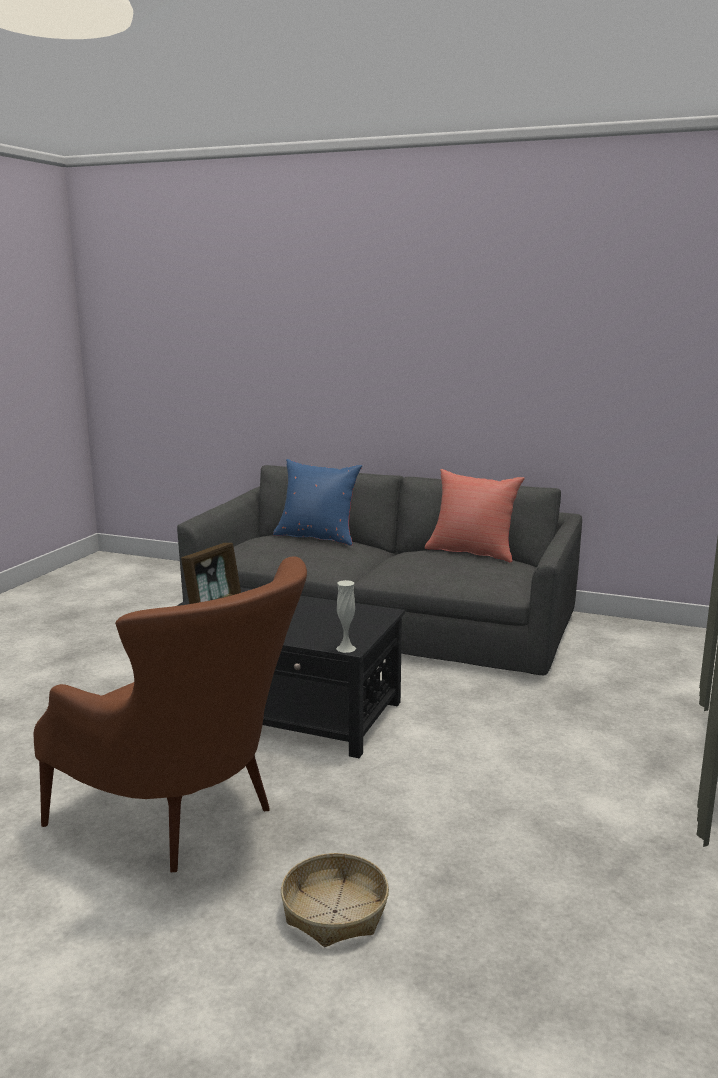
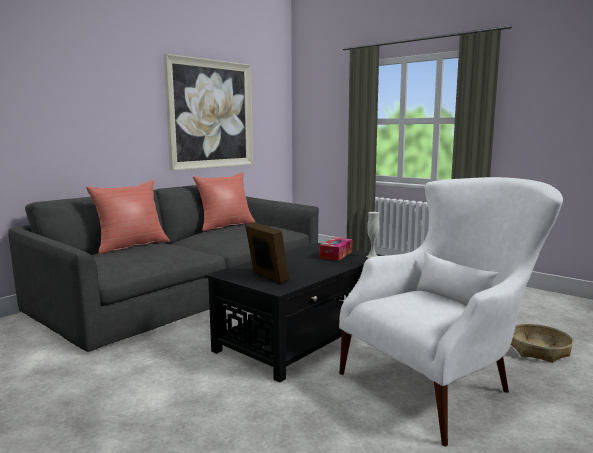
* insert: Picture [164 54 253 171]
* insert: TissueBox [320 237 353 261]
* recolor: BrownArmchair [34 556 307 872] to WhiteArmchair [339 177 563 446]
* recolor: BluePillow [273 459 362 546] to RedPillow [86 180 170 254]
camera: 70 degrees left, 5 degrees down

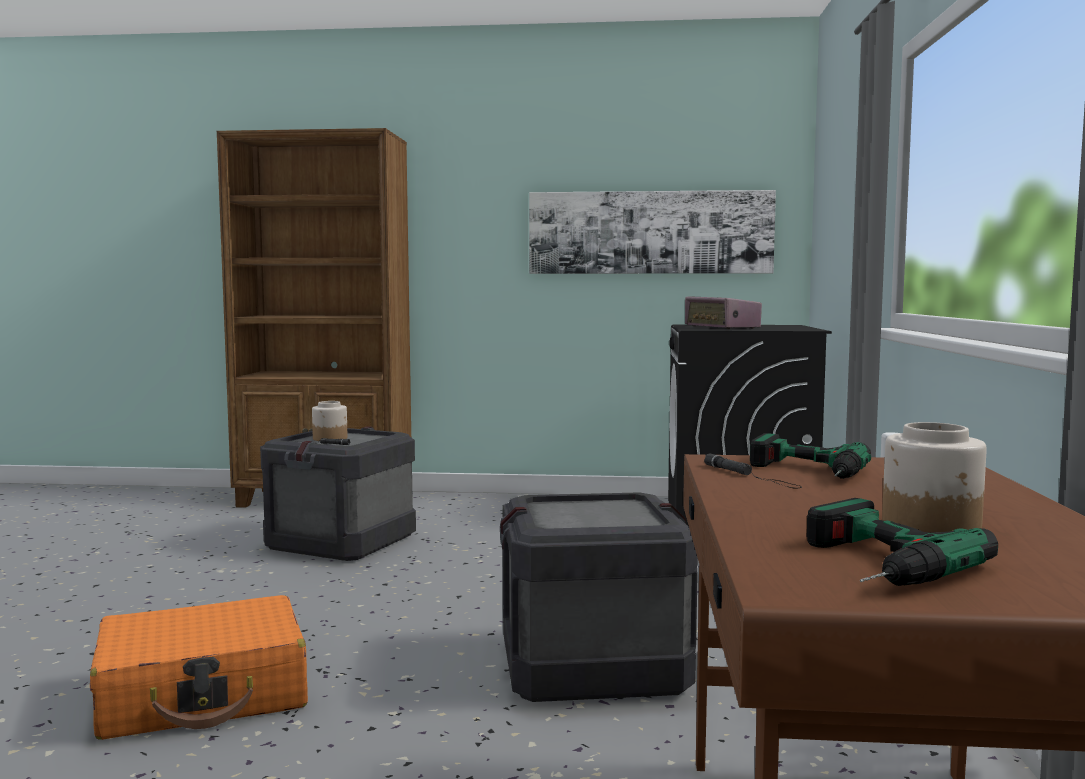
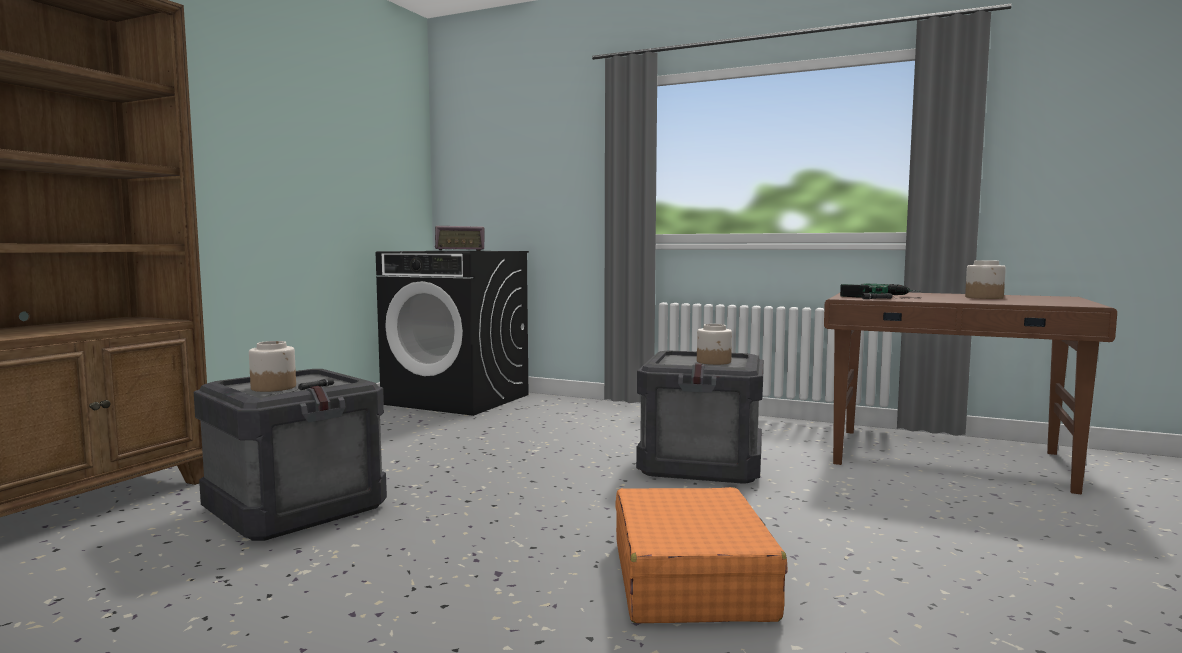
* delete: Picture [529 190 776 274]
* delete: PowerDrill [806 498 998 586]
* insert: Jar [697 324 732 365]
camera: 70 degrees left, 0 degrees up

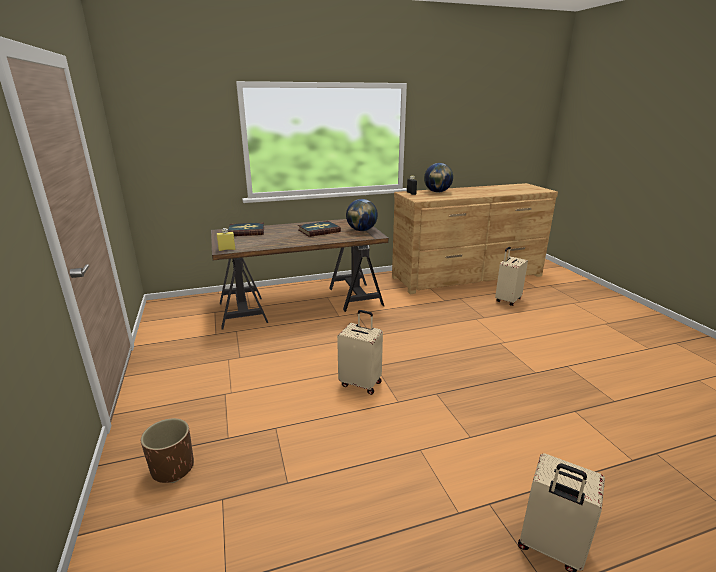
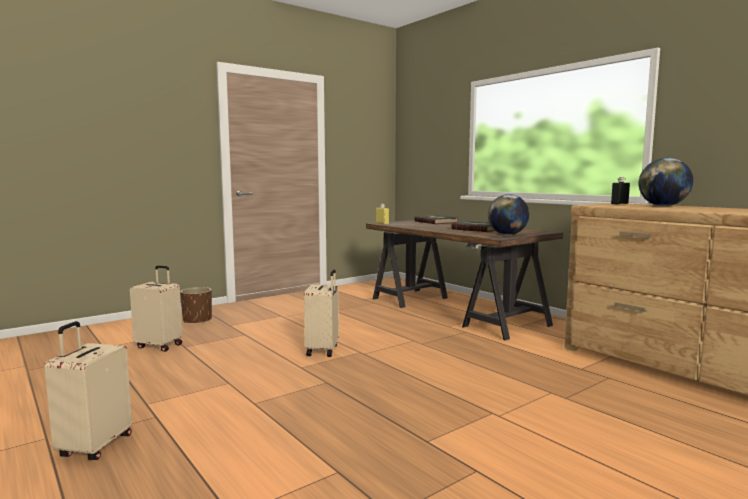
* move: BeigeSuitcase [495 247 528 306] to [130 265 182 352]
camera: 70 degrees right, 15 degrees down

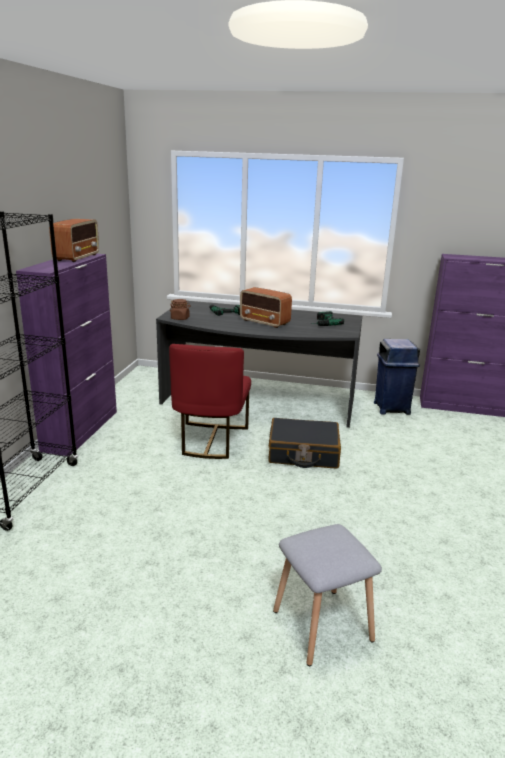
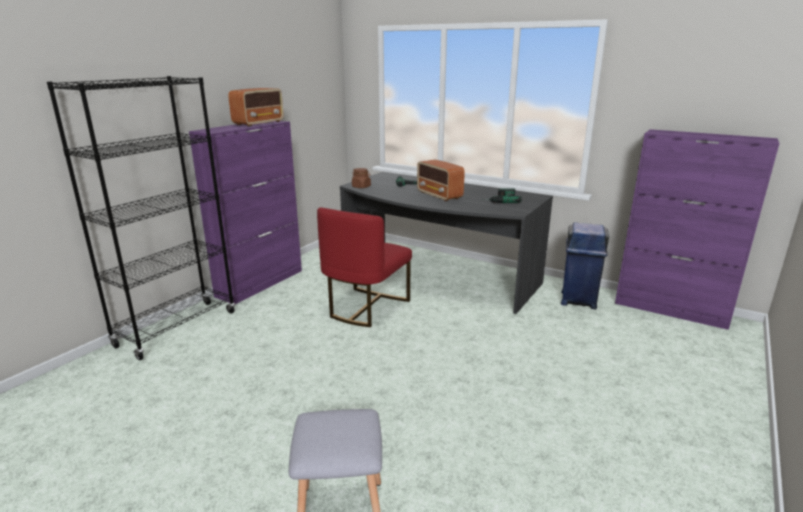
* delete: BlackSuitcase [268 418 341 468]
camera: 20 degrees right, 0 degrees up

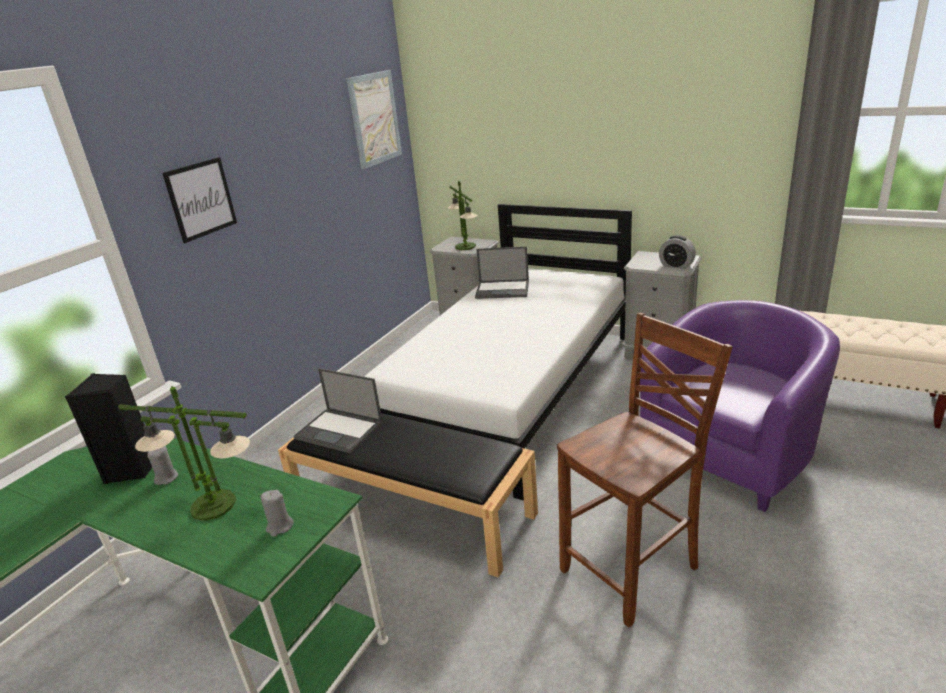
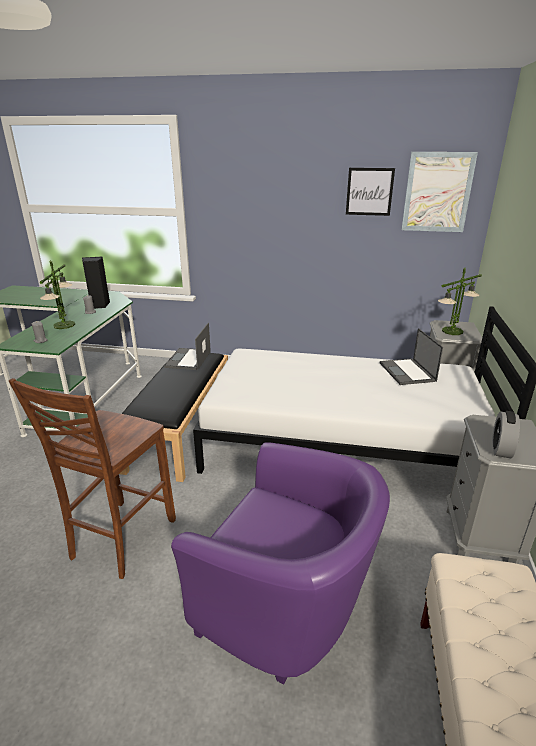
* move: Picture [163 157 237 243] to [346 168 395 216]
* rotate: BrownChair [557 313 733 628] = [9 378 176 579] 75 degrees clockwise
camera: 70 degrees right, 0 degrees up

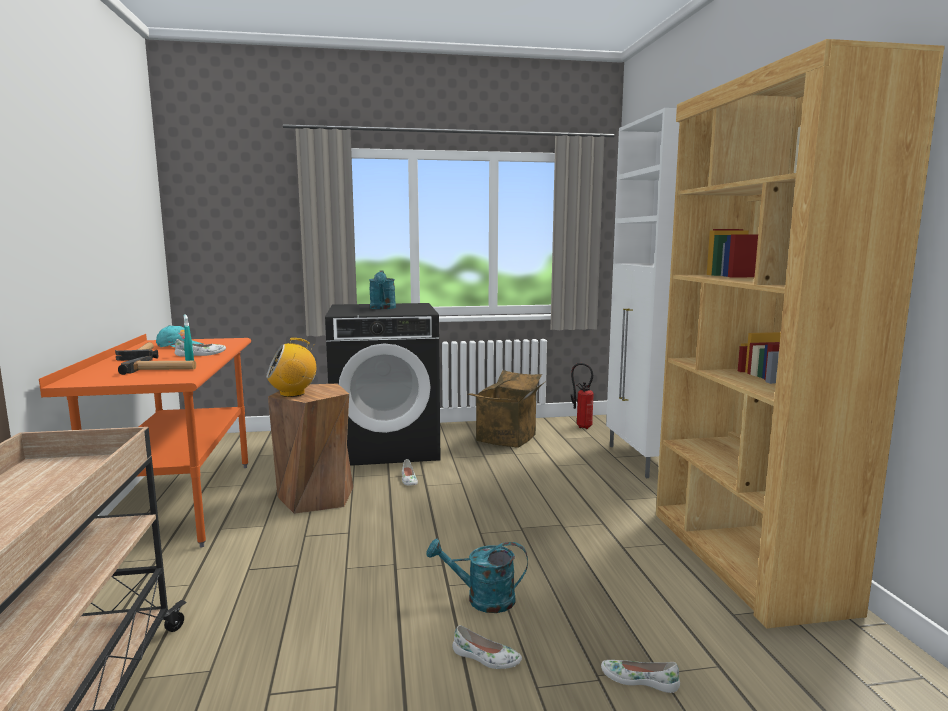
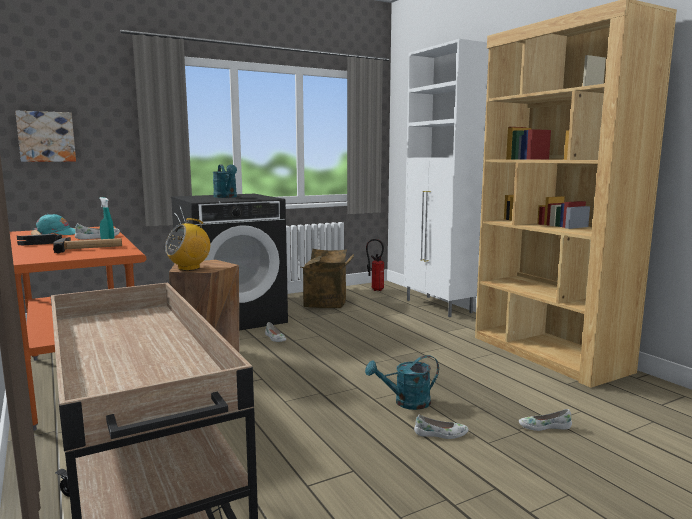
* insert: Picture [15 111 76 162]
camera: 20 degrees left, 0 degrees up

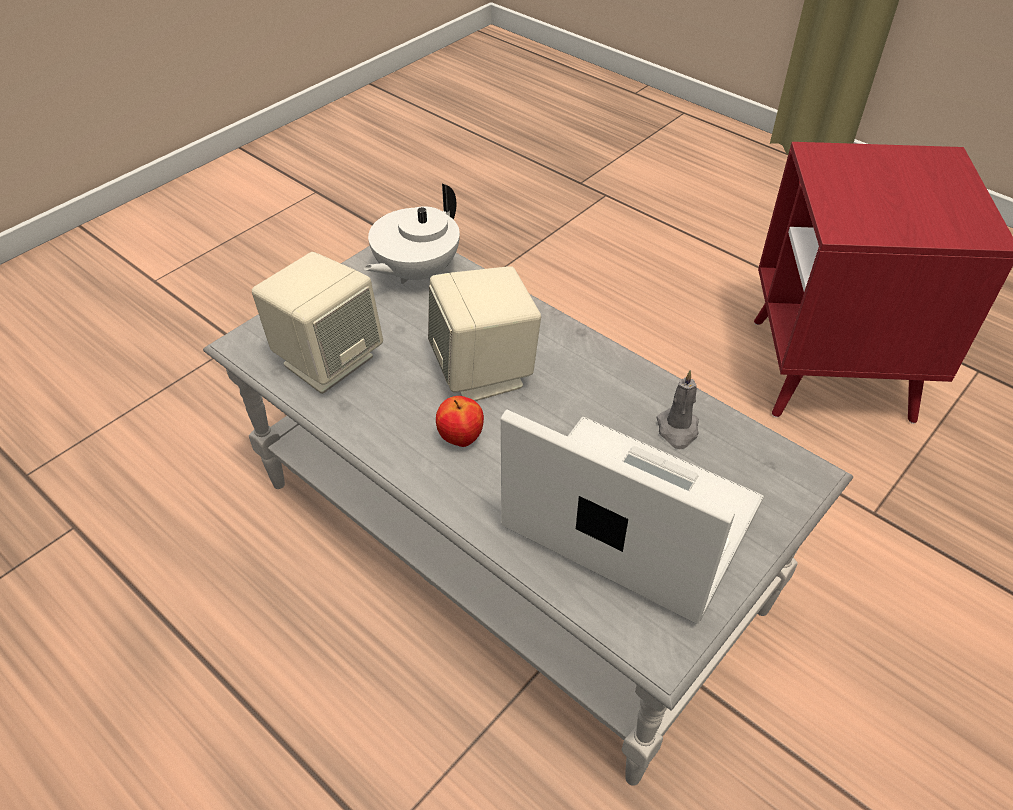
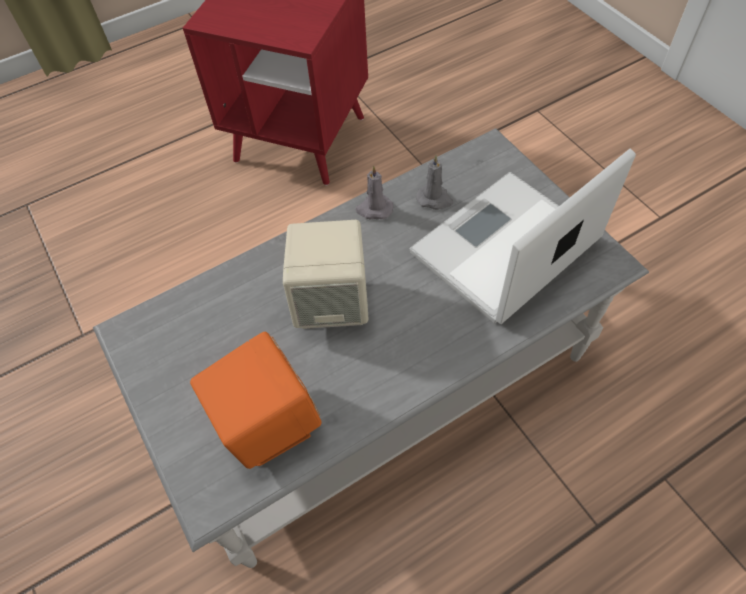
* delete: WhiteTeapot [364 184 460 284]
* delete: Apple [436 396 484 447]
* insert: GreyCandle [355 165 393 220]
* recolor: BeigeSpeaker [252 252 383 394] to OrangeSpeaker [190 332 322 469]
camera: 70 degrees left, 10 degrees up

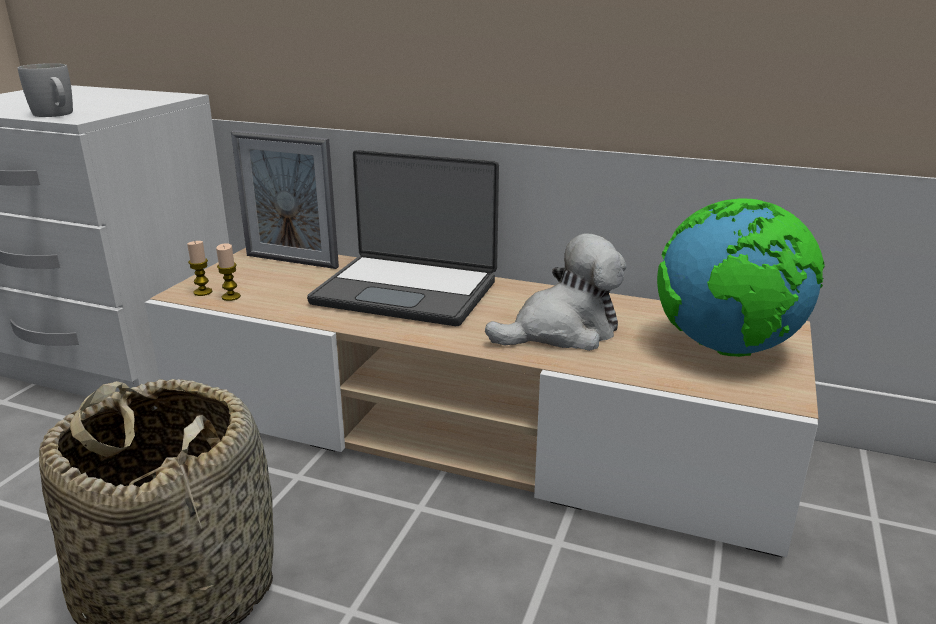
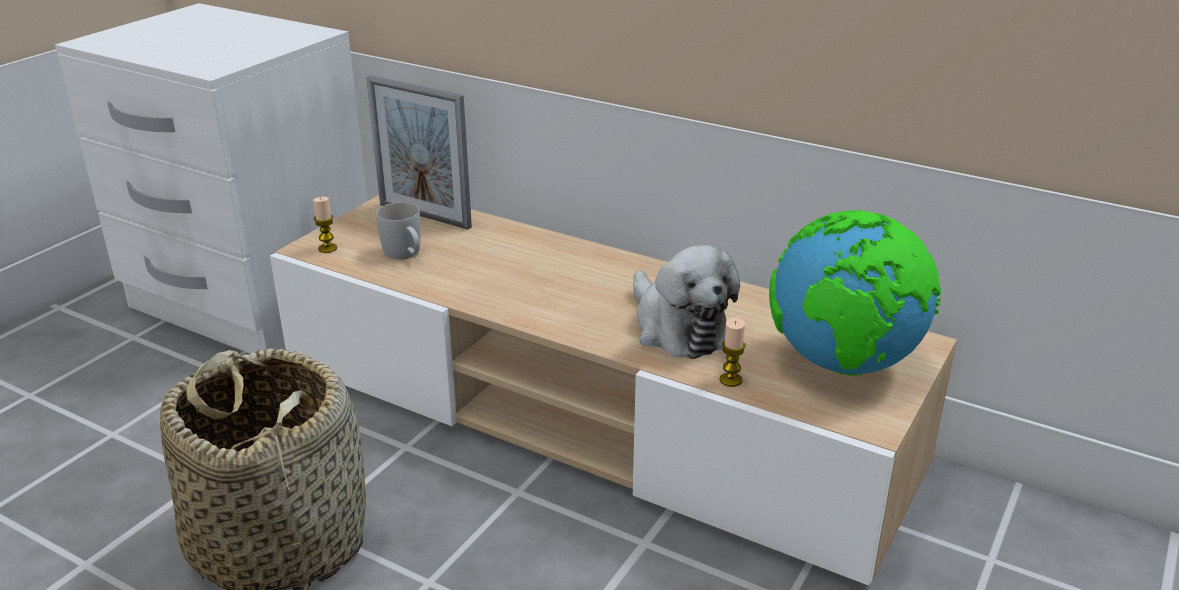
* delete: Laptop [307 150 499 326]
* move: WhiteMug [18 63 73 117] to [376 202 421 260]
* move: Candle [216 243 241 301] to [720 317 746 387]
* rotate: PlushToy [485 233 626 351] = [633 245 740 359] 75 degrees clockwise
camera: 10 degrees right, 5 degrees up

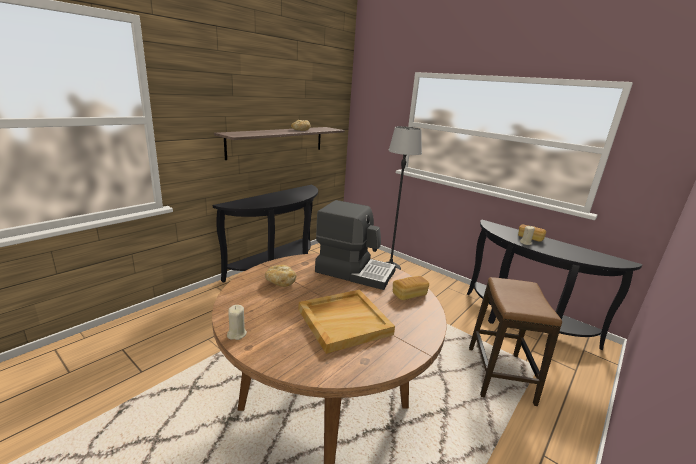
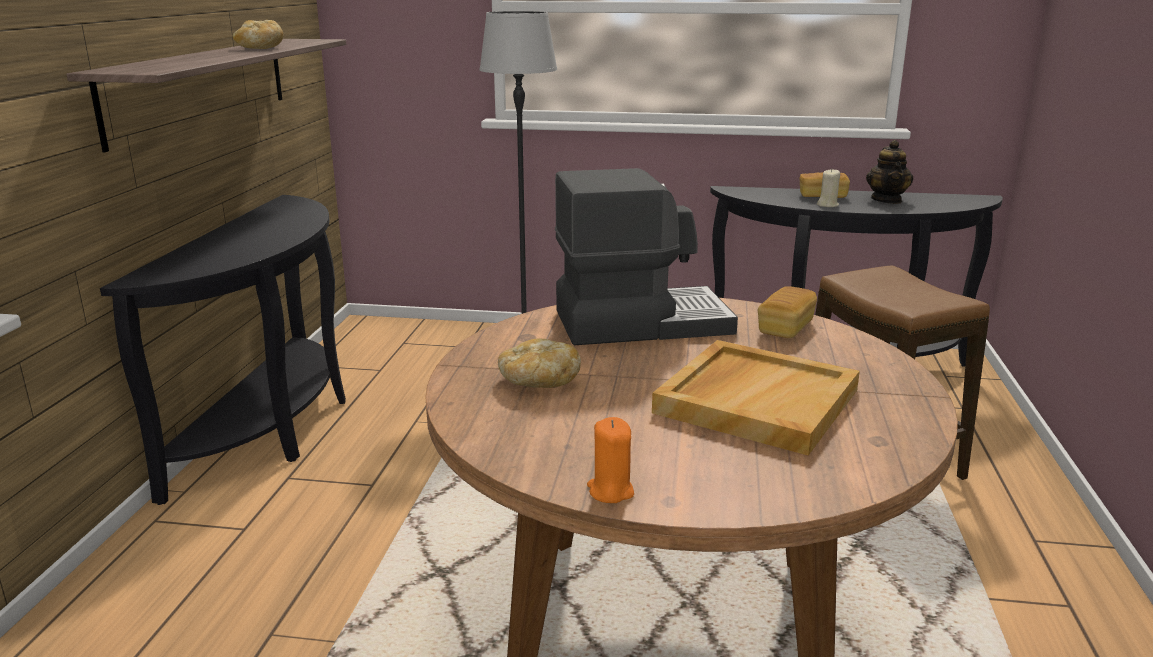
* insert: Teapot [866 140 913 204]
* recolor: BeigeCandle [227 305 247 340] to OrangeCandle [587 417 634 503]
camera: 30 degrees left, 0 degrees up

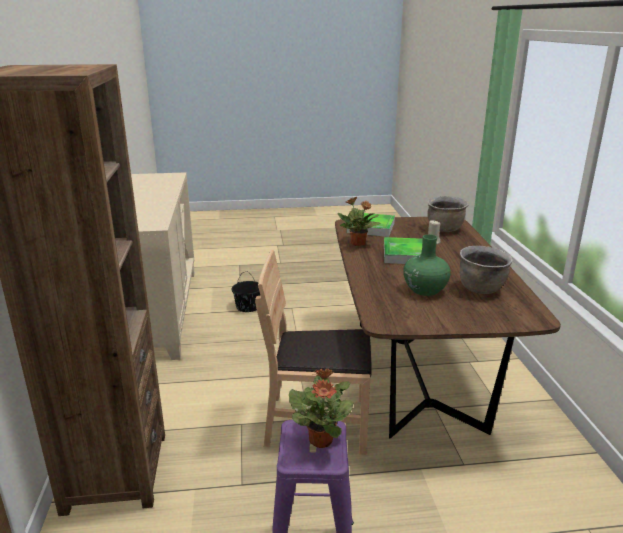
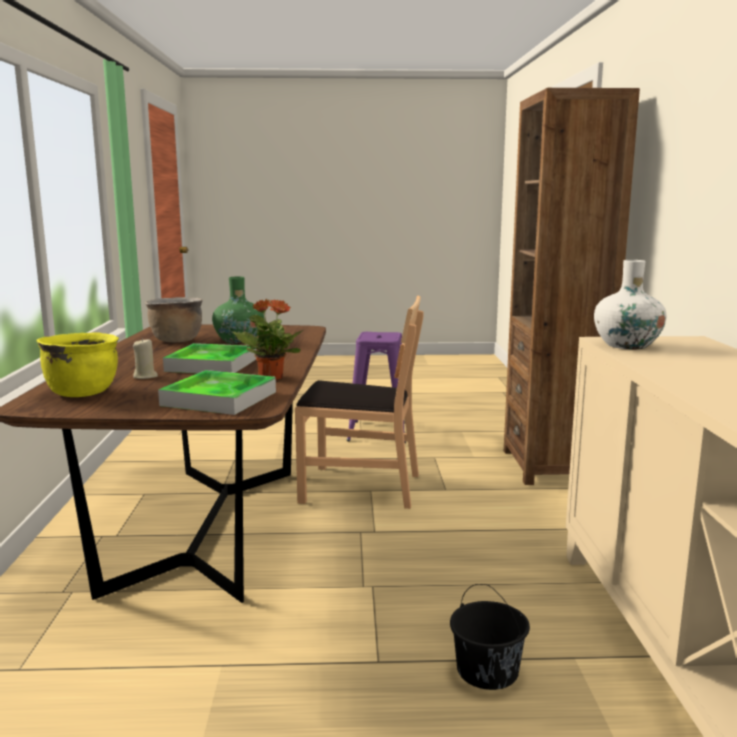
* delete: PottedPlant [289 368 353 448]
* insert: WhiteVase [594 260 666 349]
* recolor: BrownCookingPot [427 196 468 232] to YellowCookingPot [36 332 119 397]
camera: 175 degrees left, 10 degrees down

